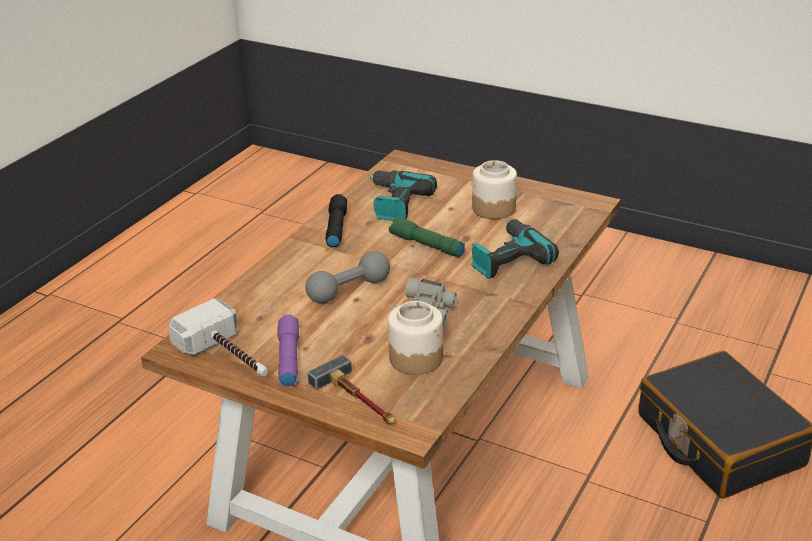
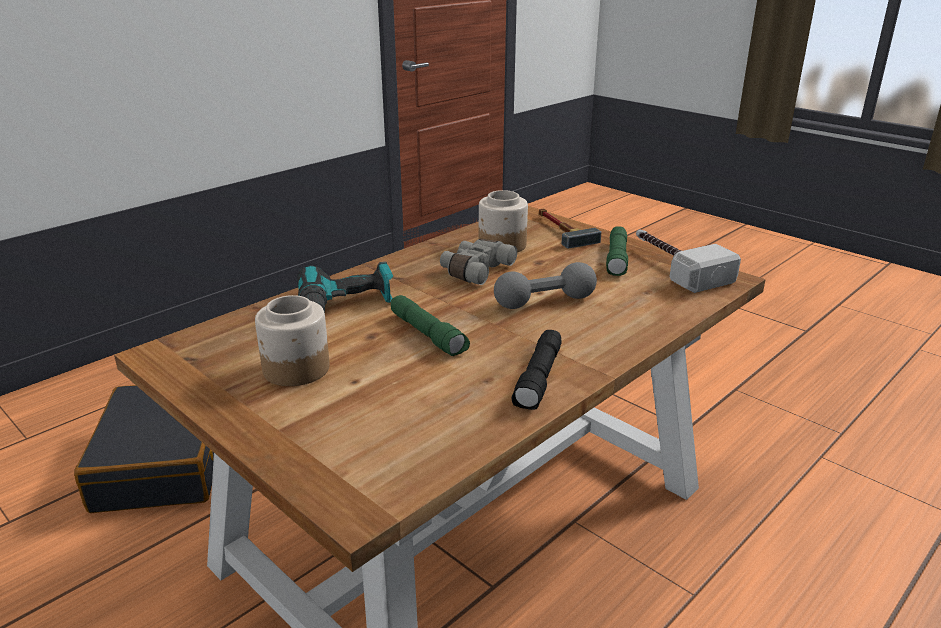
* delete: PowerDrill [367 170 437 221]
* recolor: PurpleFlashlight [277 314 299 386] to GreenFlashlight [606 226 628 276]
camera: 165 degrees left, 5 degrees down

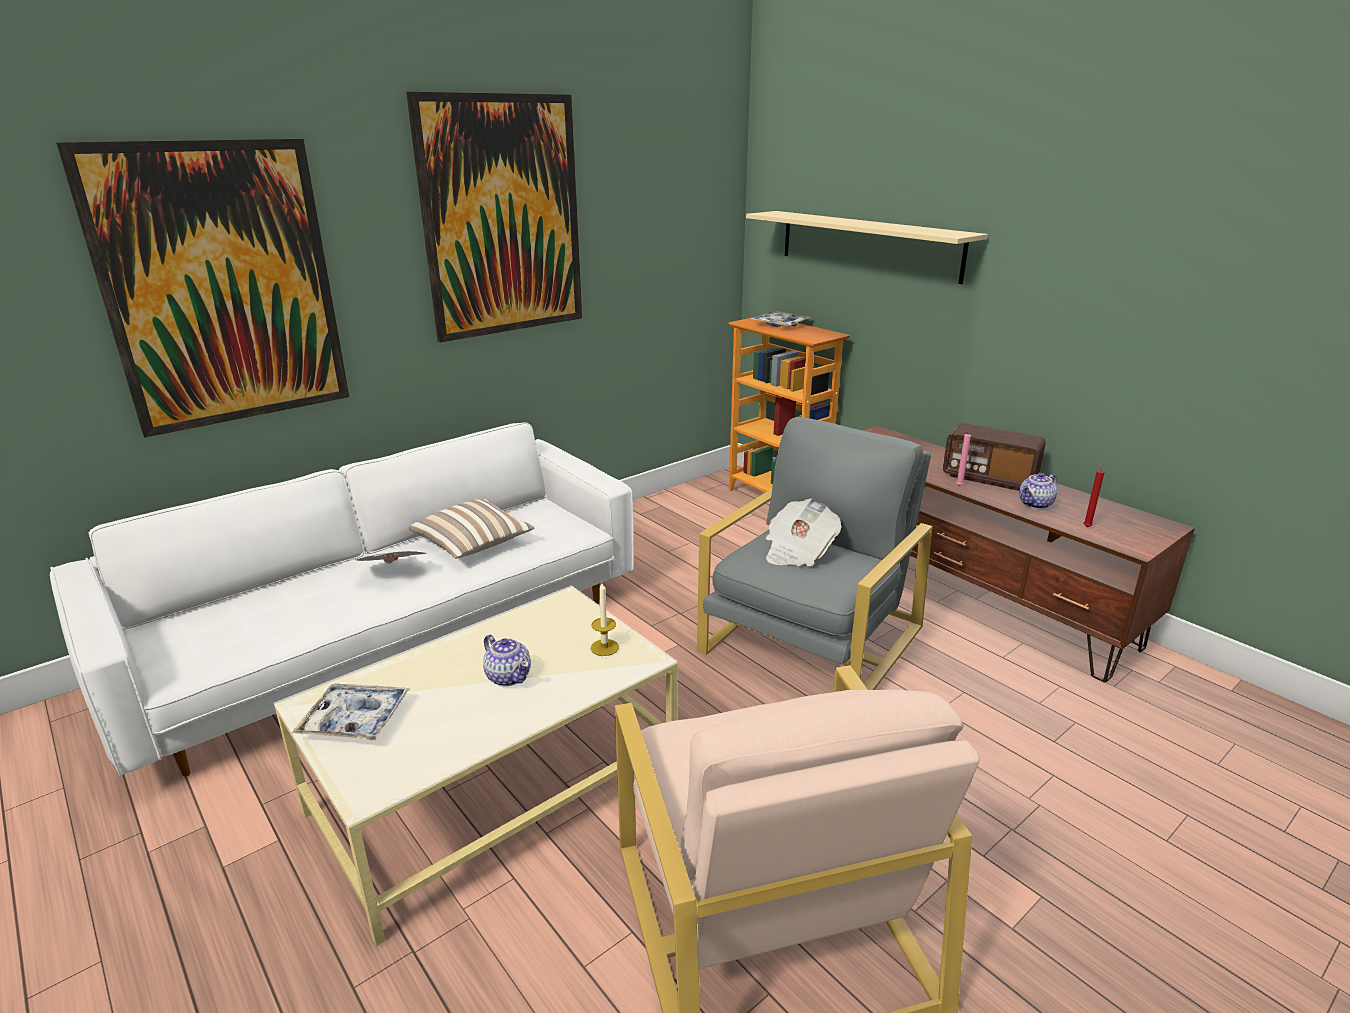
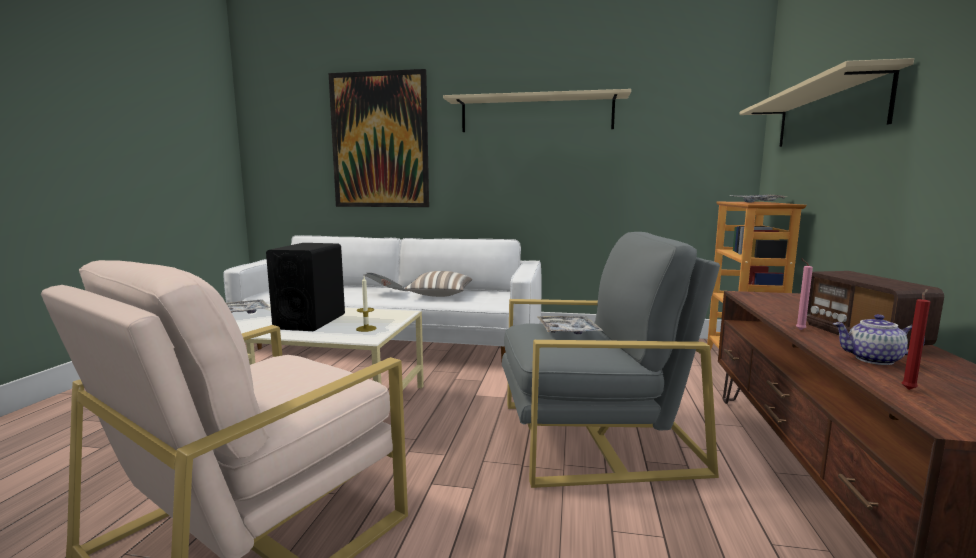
* replace: Picture [406 92 582 342] to BeigeShelf [443 89 631 132]
* replace: Teapot [483 634 531 686] to BlackSpeaker [266 243 345 331]
* replace: Newspaper [766 498 841 566] to Tray [537 316 603 334]
camera: 50 degrees right, 15 degrees down

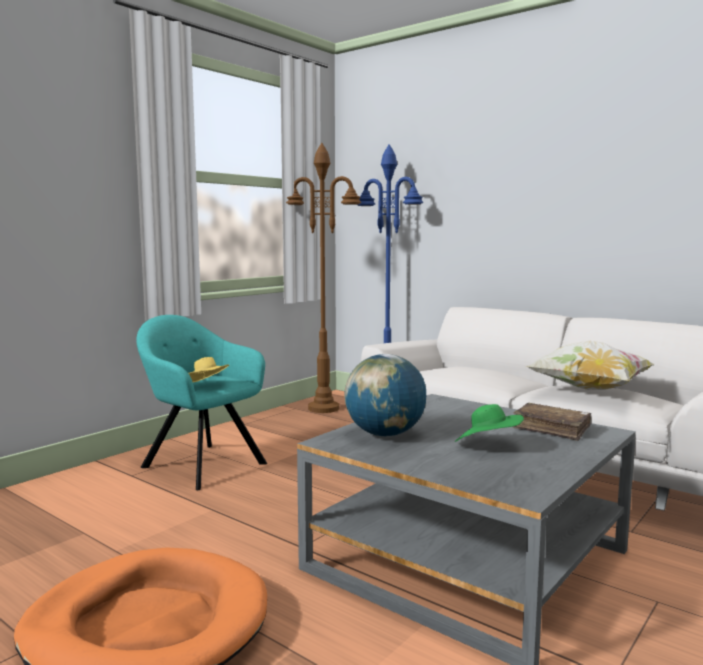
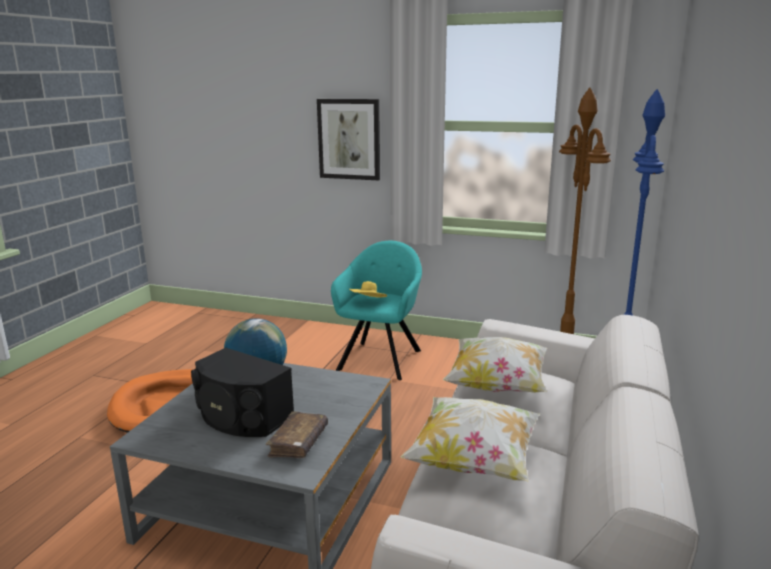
* insert: Picture [317 99 380 180]
* insert: Pillow [443 337 547 393]
* replace: GreenHat [455 404 524 442] to BlackSpeaker [191 348 294 437]
camera: 70 degrees right, 10 degrees up

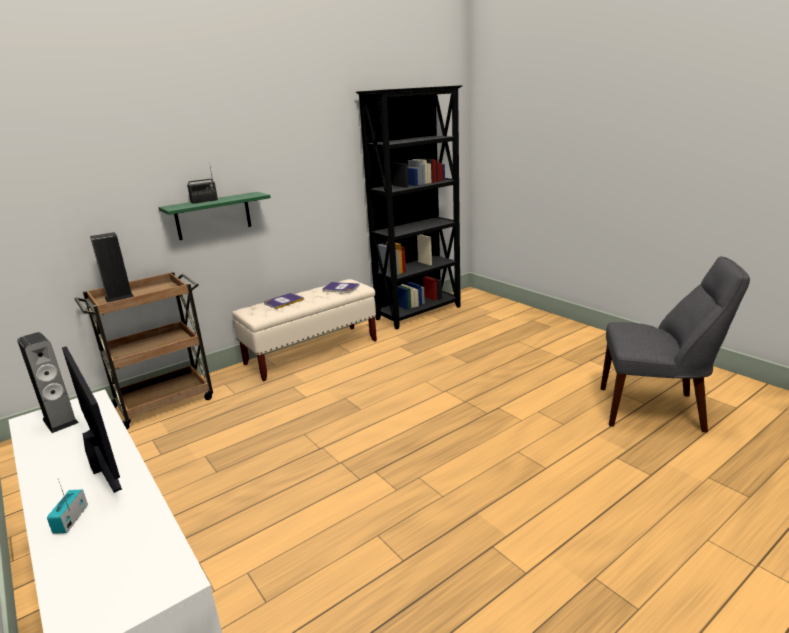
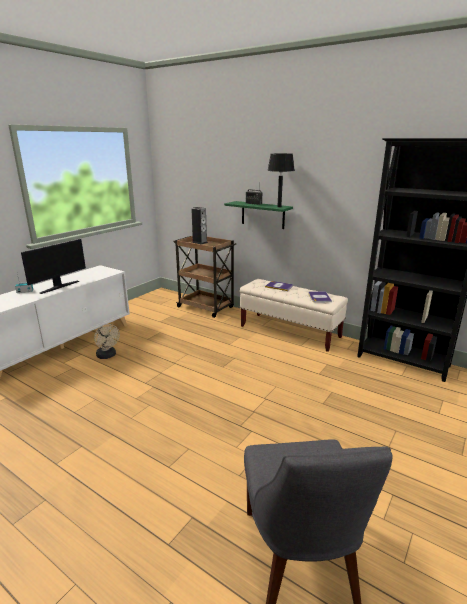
* delete: Speaker [17 332 79 433]
* insert: BeigeFan [94 324 120 359]
* insert: BlackTableLamp [267 153 295 207]
camera: 70 degrees right, 0 degrees up

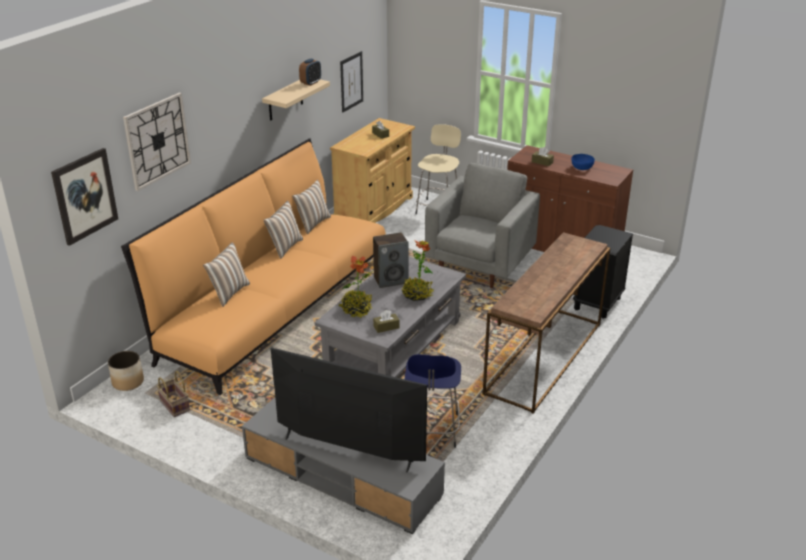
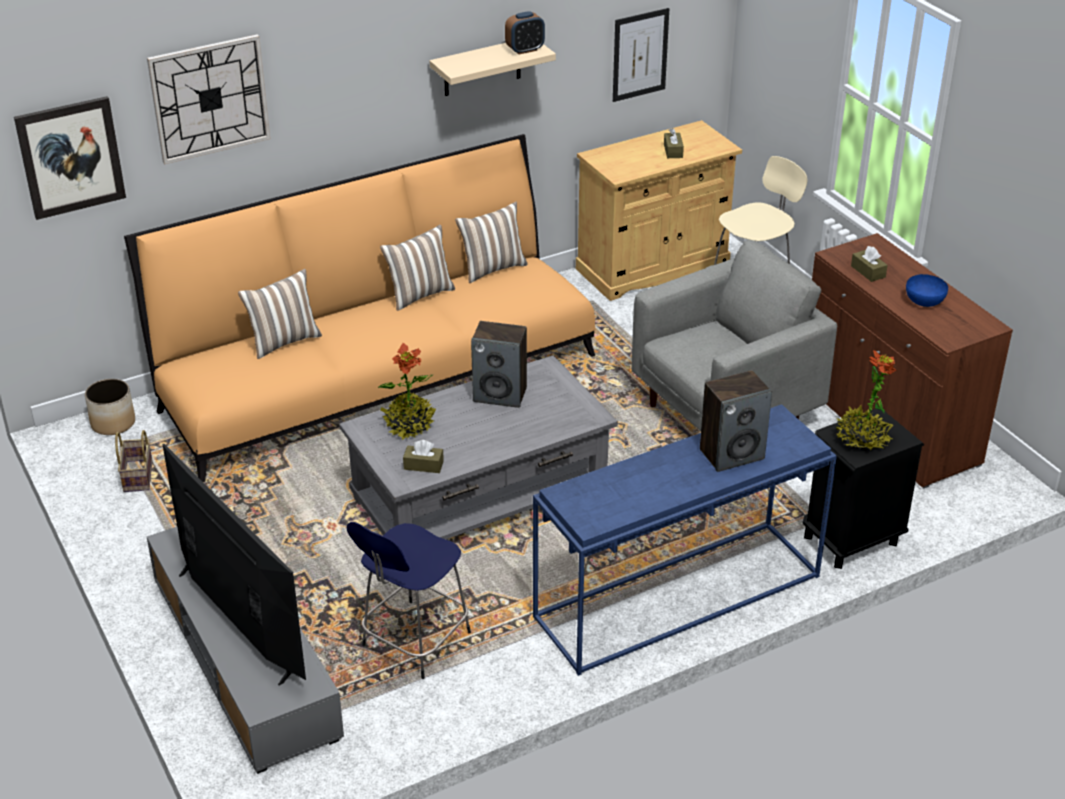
* insert: Speaker [700 370 772 472]
* move: PottedPlant [402 240 434 301] to [836 350 897 451]
* recolor: BrownConsoleTable [483 232 610 414] to BlueConsoleTable [533 404 837 676]
camera: 30 degrees right, 5 degrees up

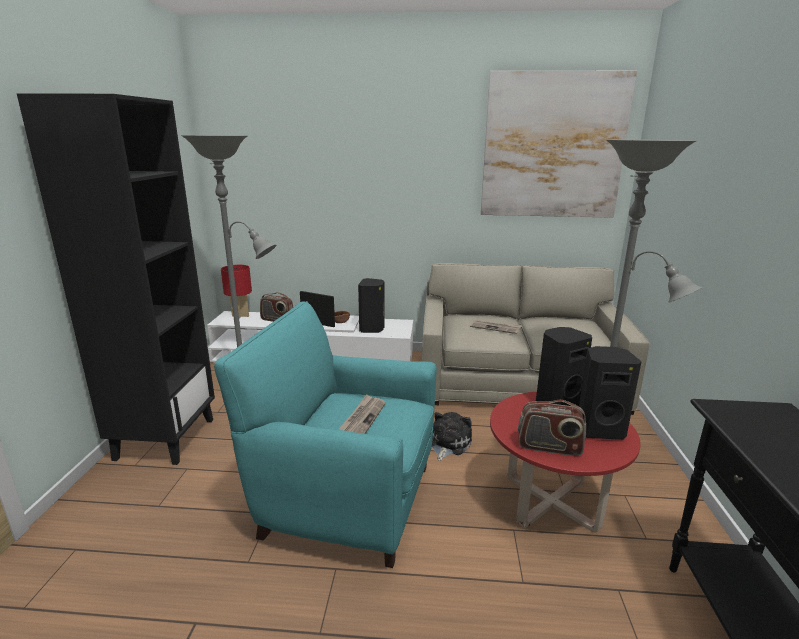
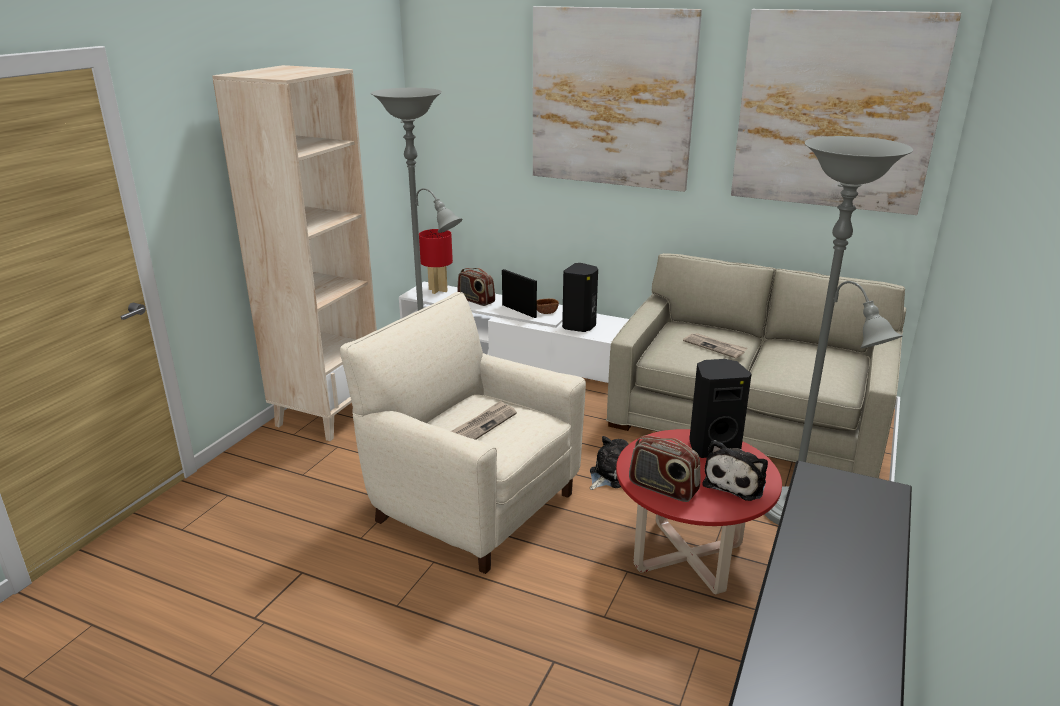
* insert: Picture [533 6 702 192]
* replace: BlackSpeaker [579 346 642 440] to PlushToy [702 440 768 501]
* recolor: BlackBookcase [17 93 215 465] to BeigeBookcase [212 65 377 441]
* recolor: TurquoiseArmchair [214 301 437 568] to BeigeArmchair [340 292 586 574]
camera: 20 degrees right, 5 degrees up

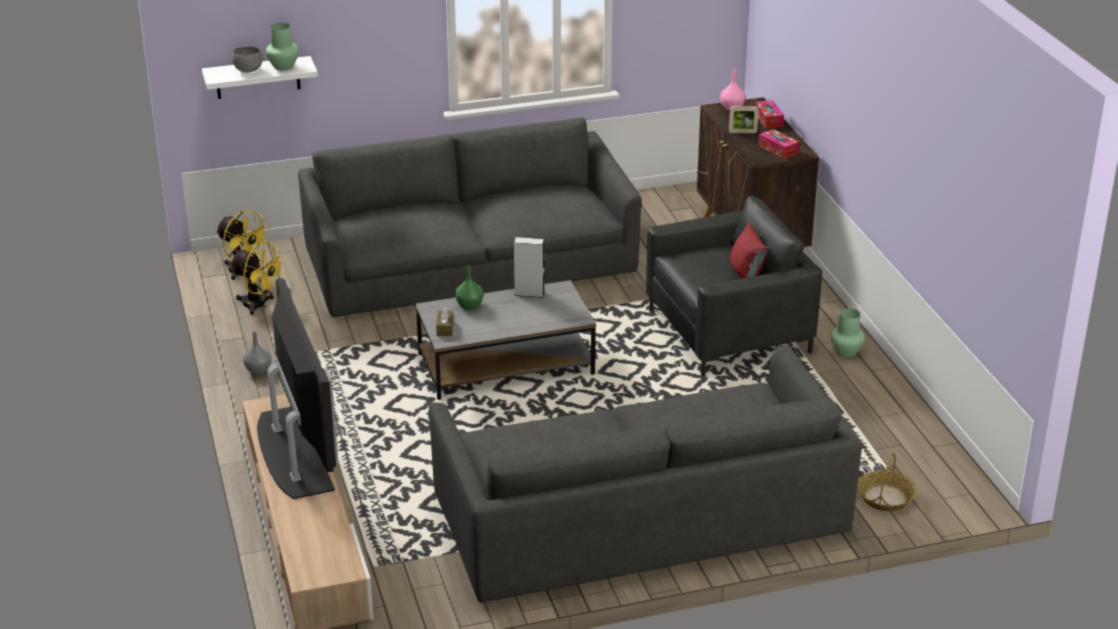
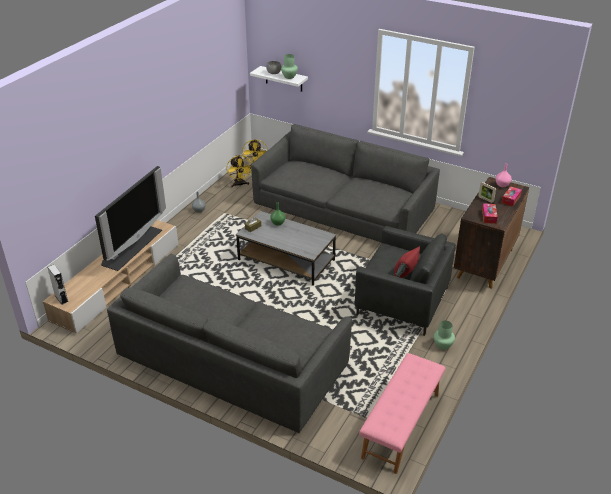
* delete: Basket [857 452 917 511]
* insert: PinkBench [359 353 446 474]
* move: GreySpeaker [514 237 545 298] to [47 265 68 305]
camera: 45 degrees right, 5 degrees up

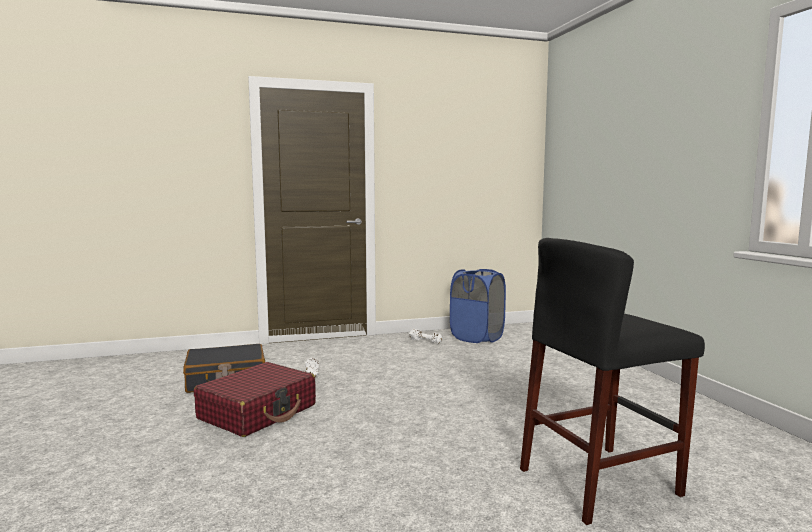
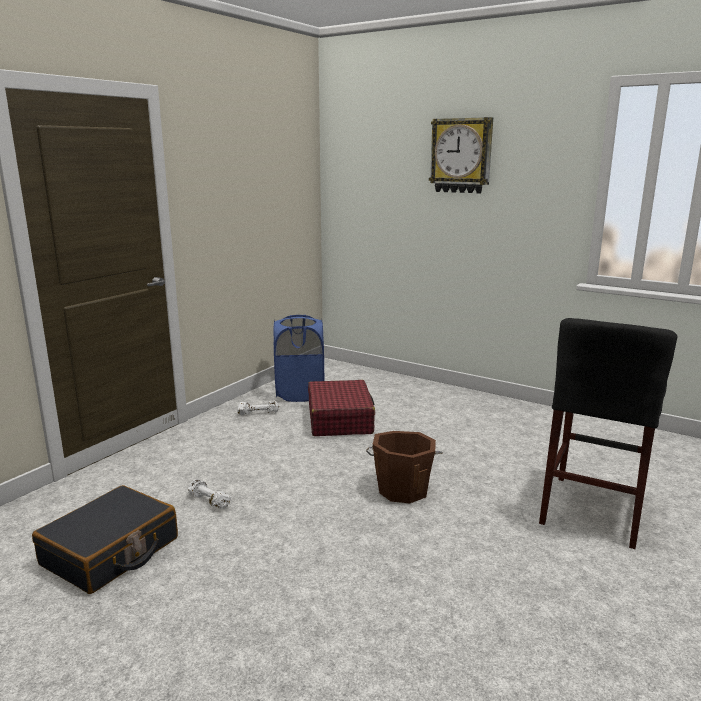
* insert: BrownBucket [366 431 443 503]
* insert: WallClock [429 117 493 194]
* move: RedSuitcase [194 362 316 437] to [308 380 375 436]
camera: 40 degrees left, 10 degrees up

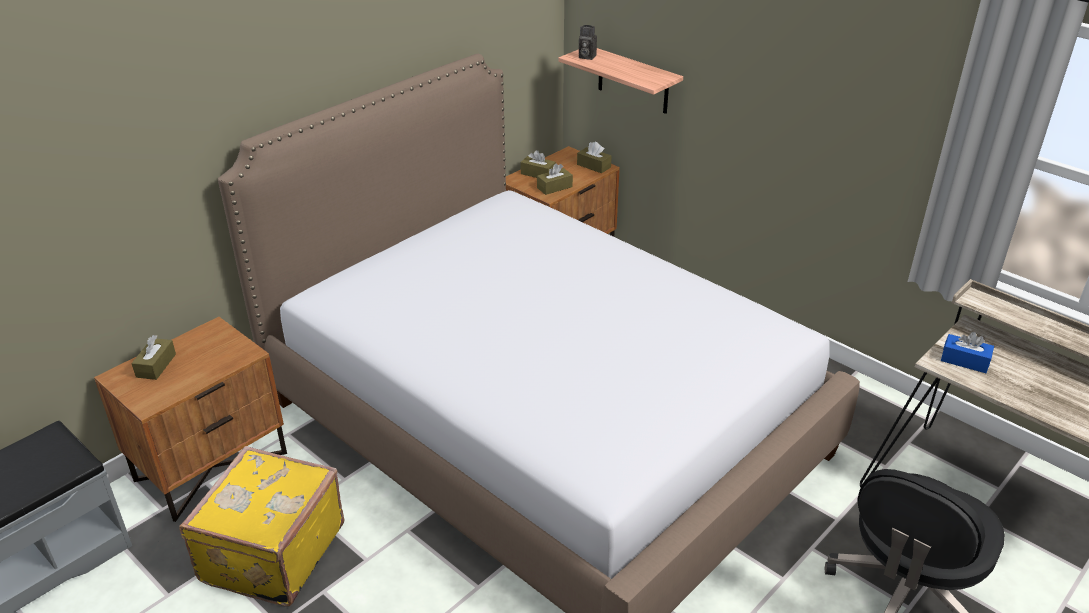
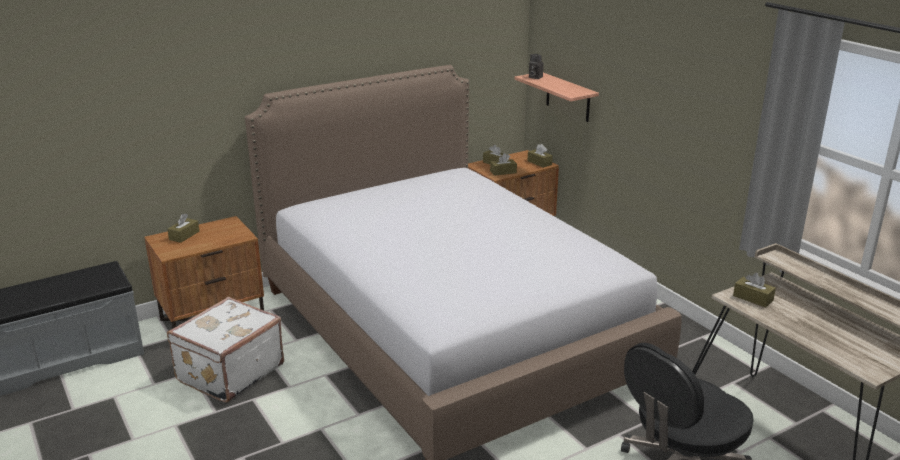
* recolor: YellowSuitcase [179 446 344 607] to WhiteSuitcase [167 297 284 403]
* recolor: BlueTissueBox [941 332 994 373] to BrownTissueBox [733 273 776 307]
camera: 15 degrees right, 10 degrees down

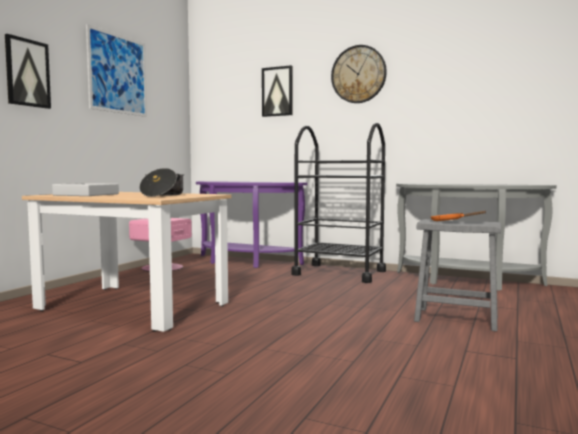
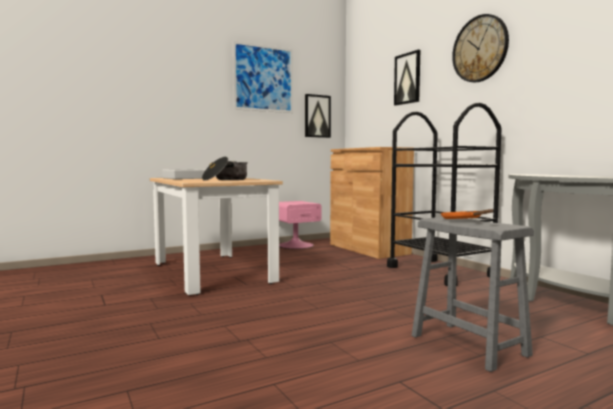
* move: Picture [5 34 51 109] to [305 94 331 138]
* replace: PurpleConsoleTable [196 181 308 268] to BrownCabinet [330 147 414 259]
camera: 35 degrees right, 0 degrees up

